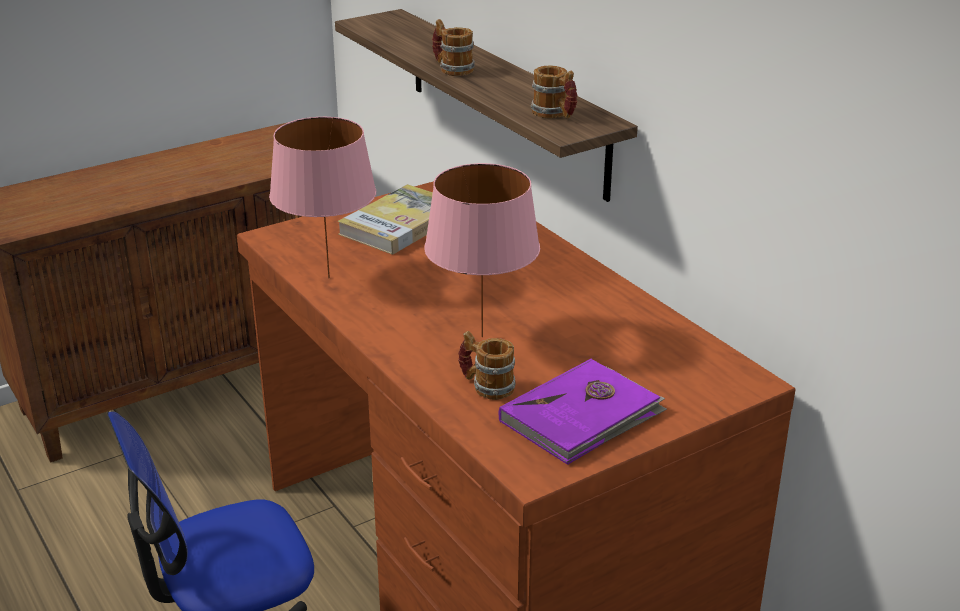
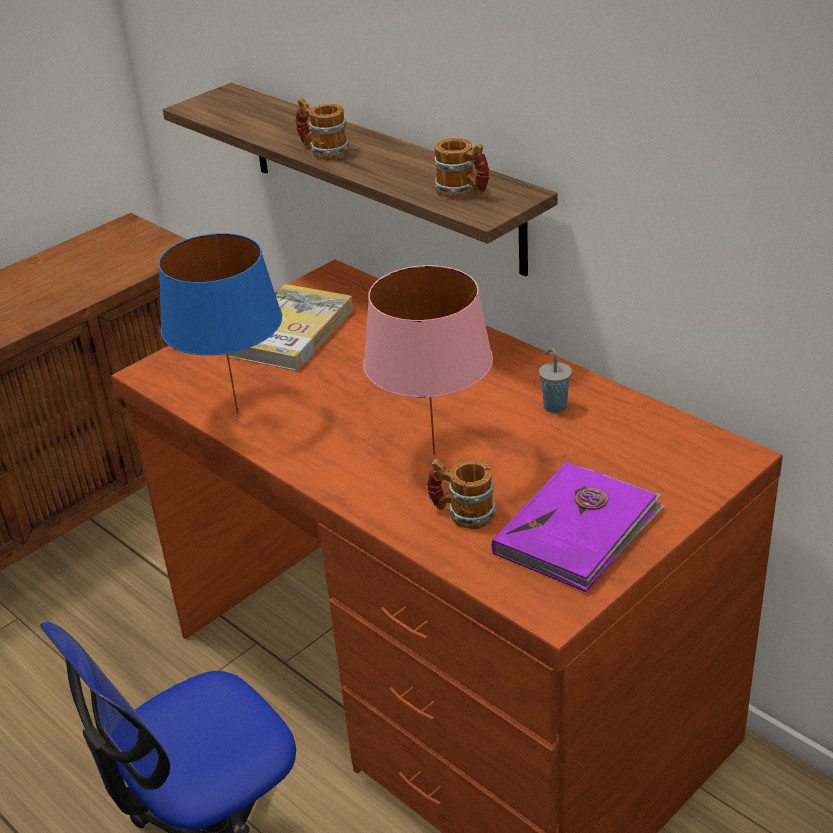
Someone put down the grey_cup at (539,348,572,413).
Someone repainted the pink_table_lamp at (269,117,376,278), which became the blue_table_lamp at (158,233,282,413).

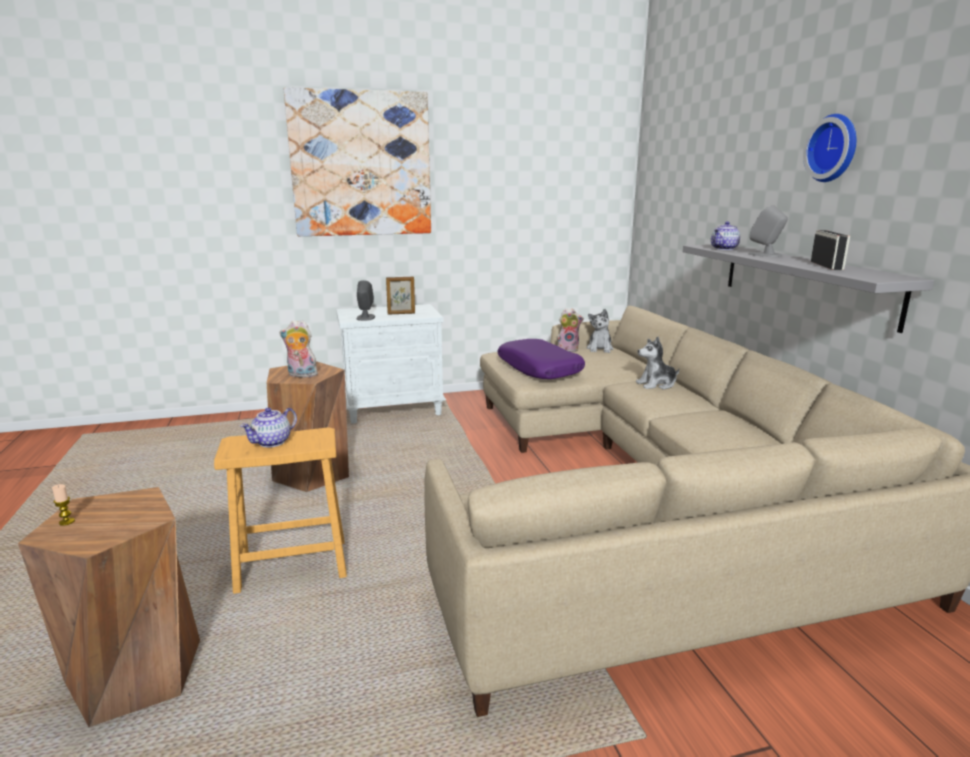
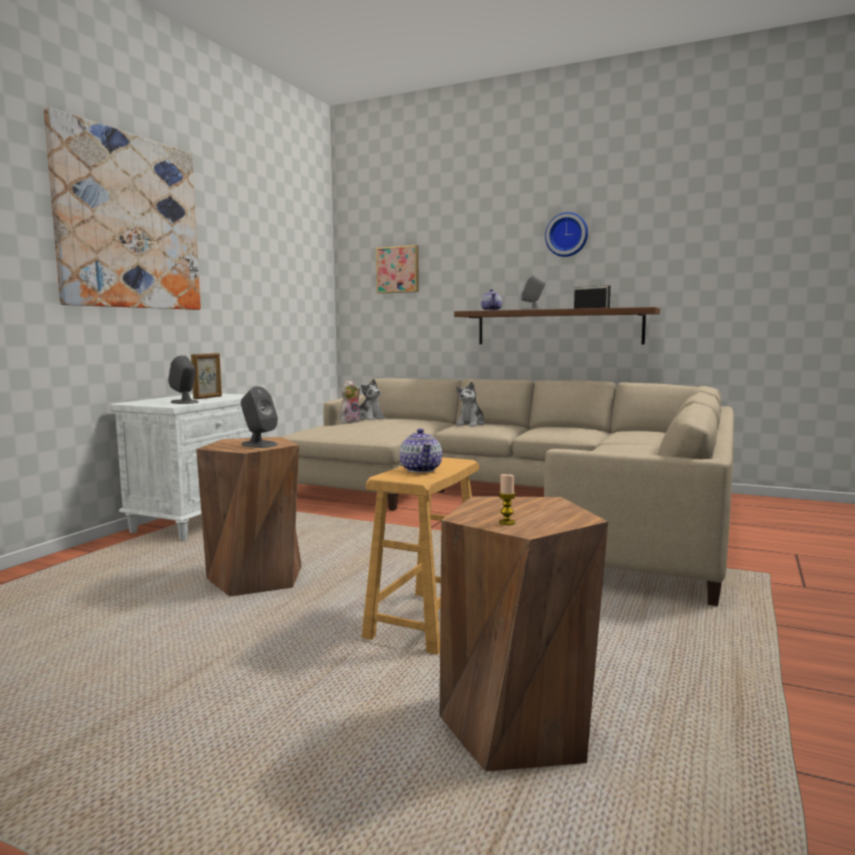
Someone took away the purple_pillow at (497,339,585,379).
Someone put up the picture at (376,245,419,293).
Someone swapped the plush_toy at (280,320,318,378) for the grey_speaker at (241,386,278,448).
Someone repainted the grey_shelf at (683,244,934,333), which became the brown_shelf at (454,307,660,344).

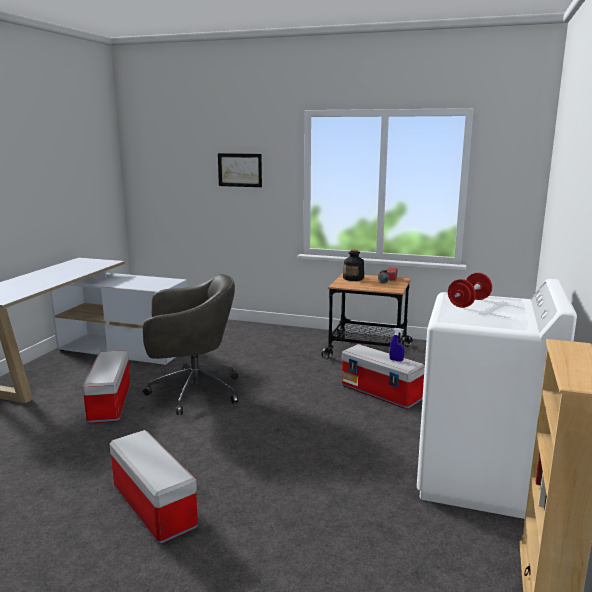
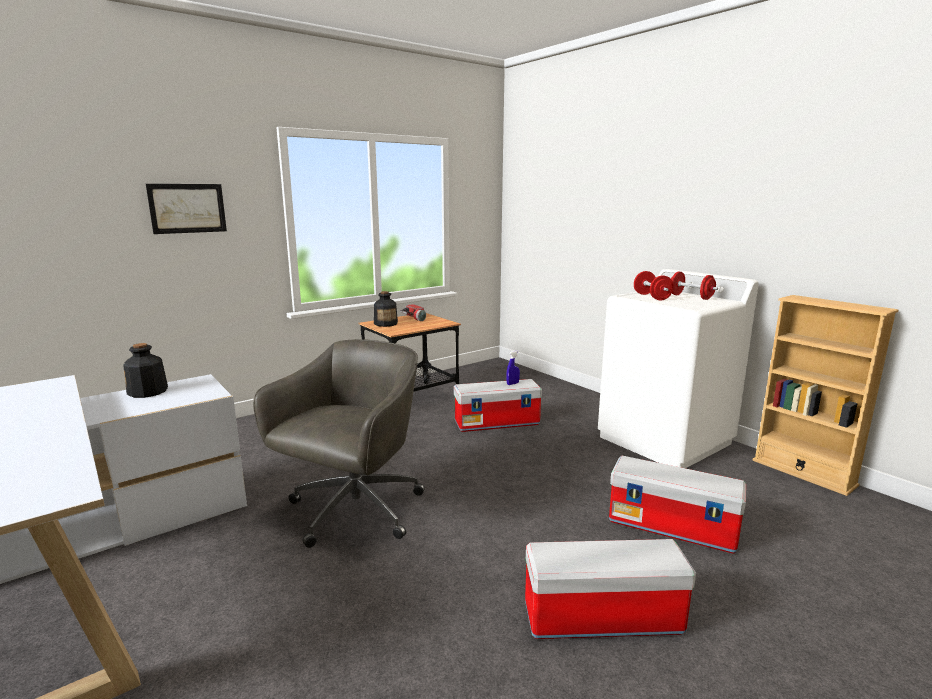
Someone put down the bottle at (123,343,168,398).
Someone put down the red_dumbbell at (671,272,718,300).
Someone carried the storage_box from (82,350,130,423) to (609,456,746,553).

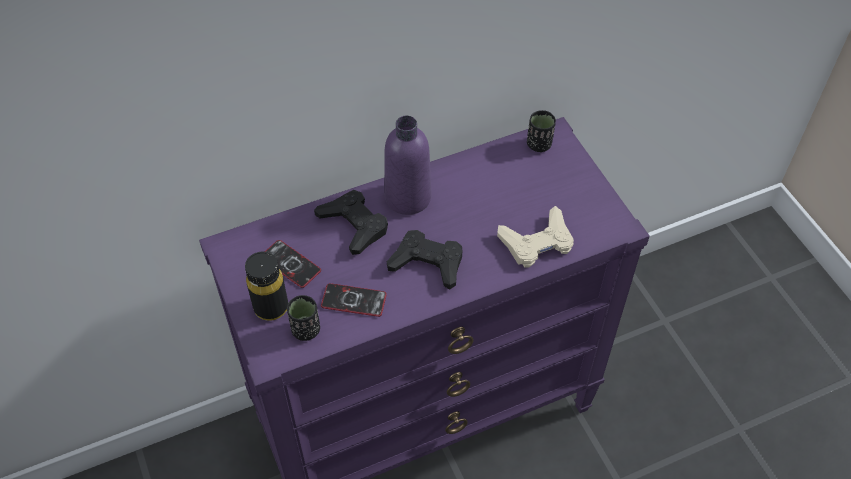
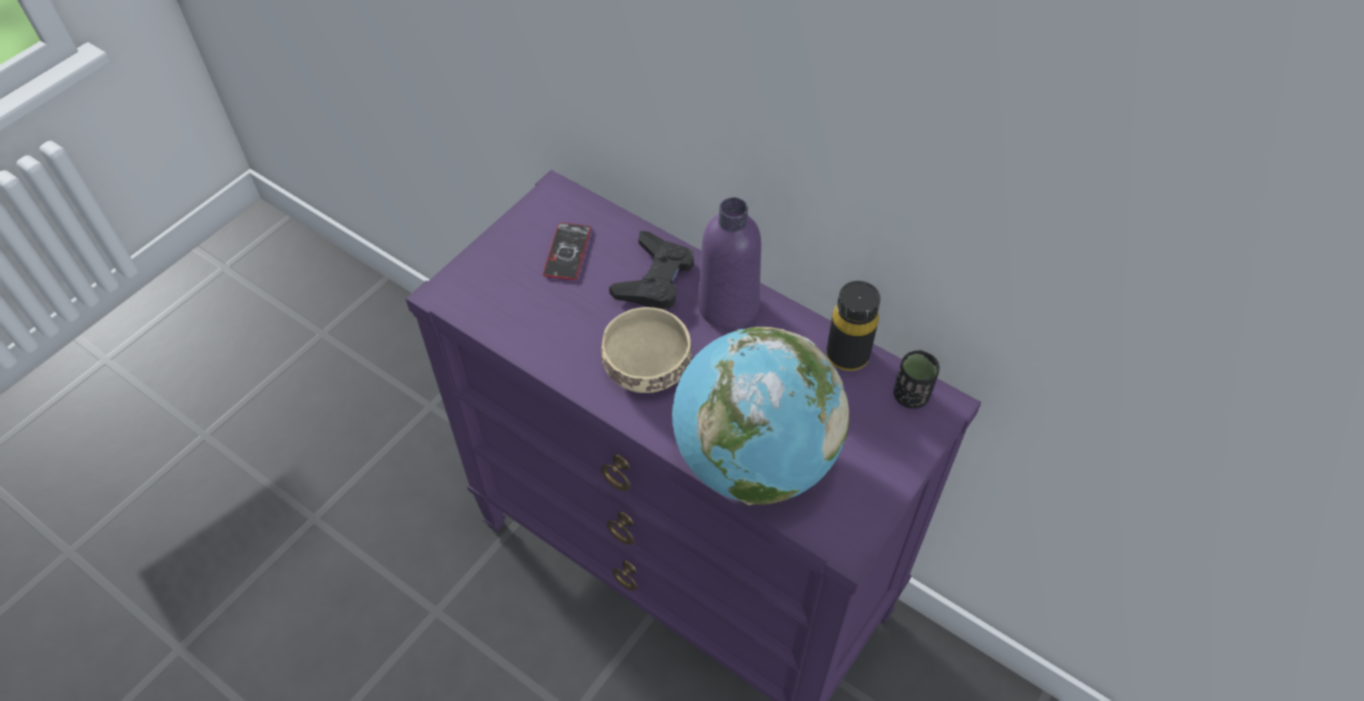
Someone took away the black_cup at (287,295,320,341).
Someone took away the phone at (321,283,387,317).
Someone carried the black_bottle from (245,252,288,321) to (826,281,880,371).
Someone swapped the black_game_controller at (387,230,462,289) for the beige_bowl at (601,307,692,393).
Someone swapped the beige_game_controller at (497,206,574,267) for the globe at (672,327,849,505).

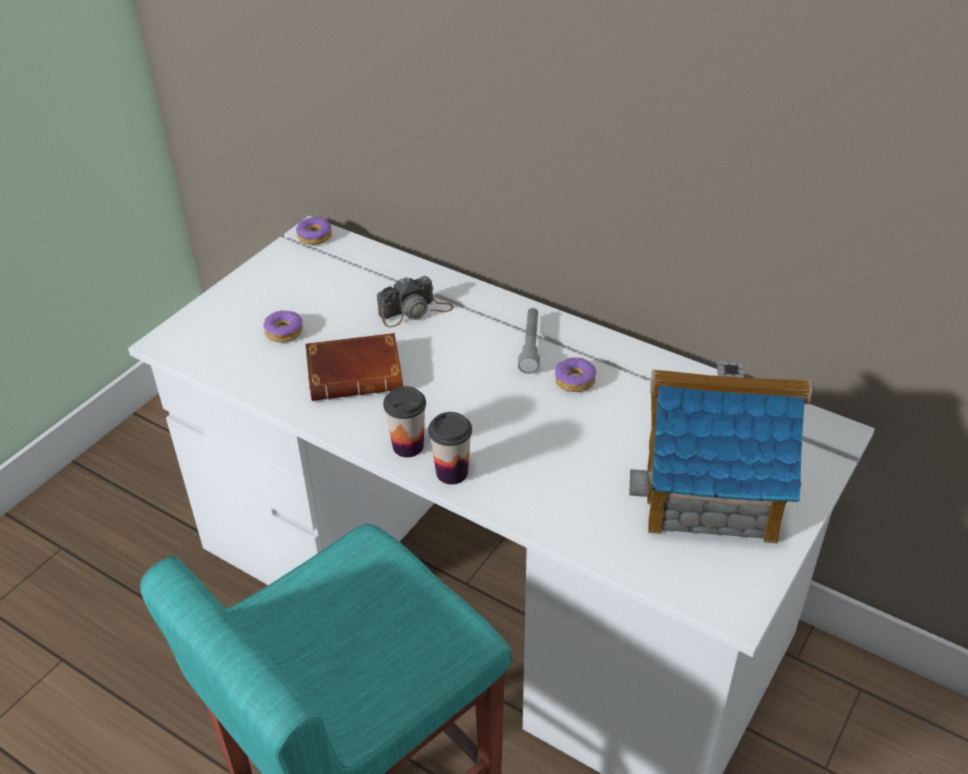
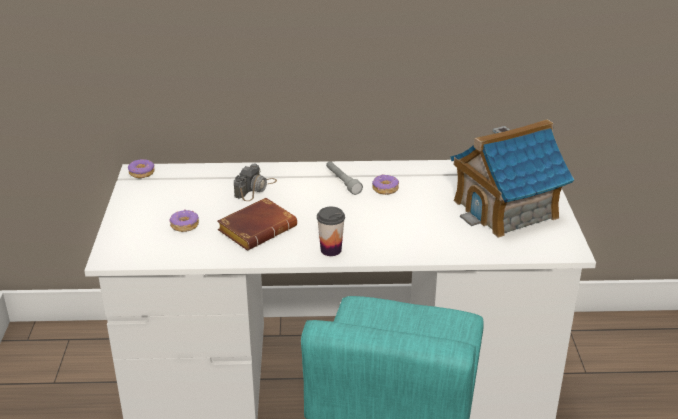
Someone took away the cup at (428,412,472,484).

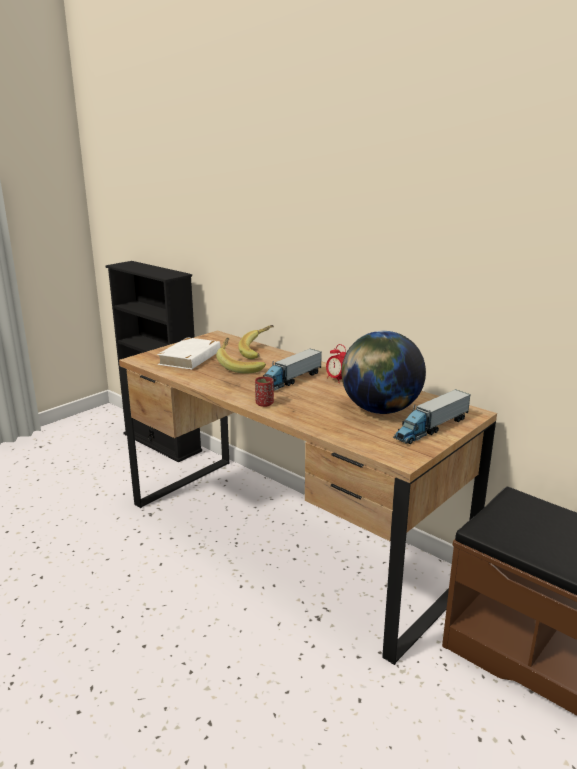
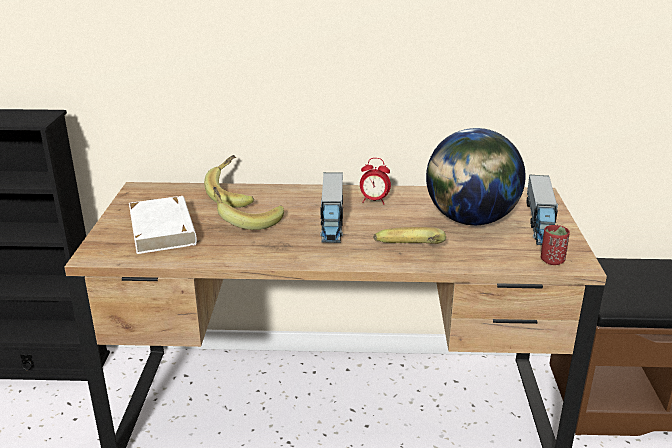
Someone put down the banana at (373,227,446,244).
Someone carried the red_cup from (255,377,274,407) to (541,225,570,265).

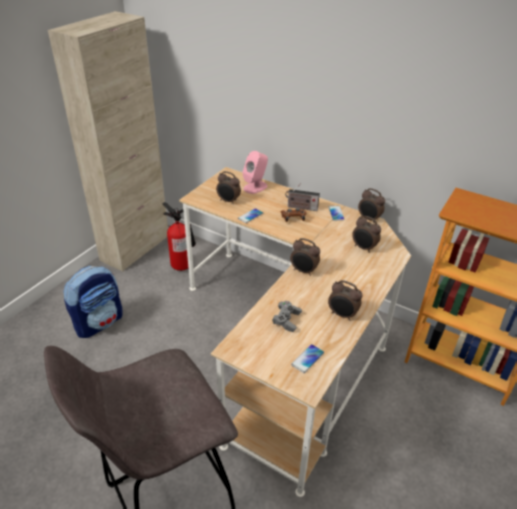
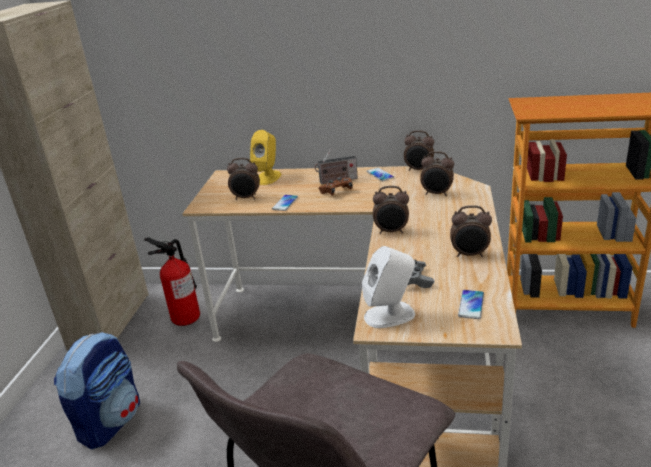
Someone put down the white_speaker at (362,246,415,328).
Someone repainted the pink_speaker at (243,151,268,194), which became the yellow_speaker at (250,130,281,185).

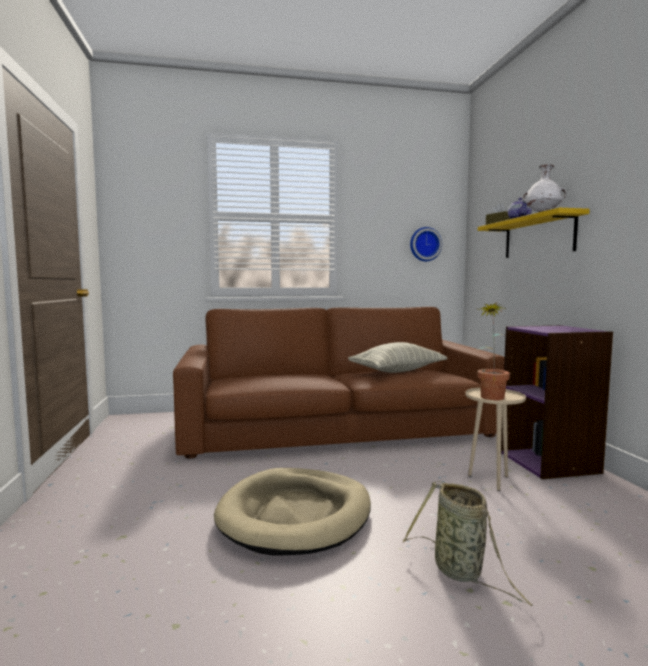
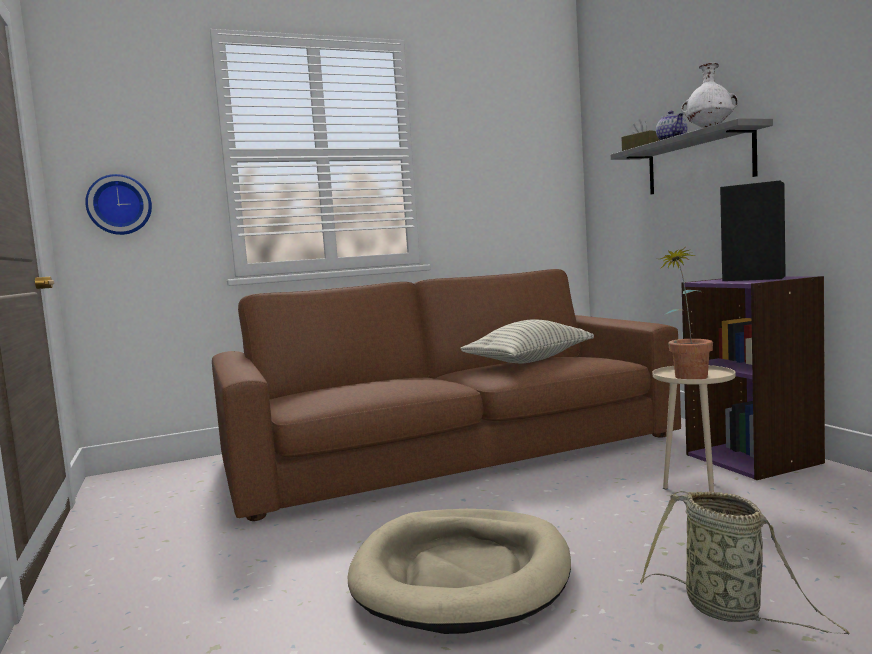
Someone put down the black_speaker at (720,181,786,281).
Someone carried the wall_clock from (410,227,442,261) to (85,174,152,235).
Someone repainted the yellow_shelf at (478,208,590,258), which became the grey_shelf at (611,118,773,194).

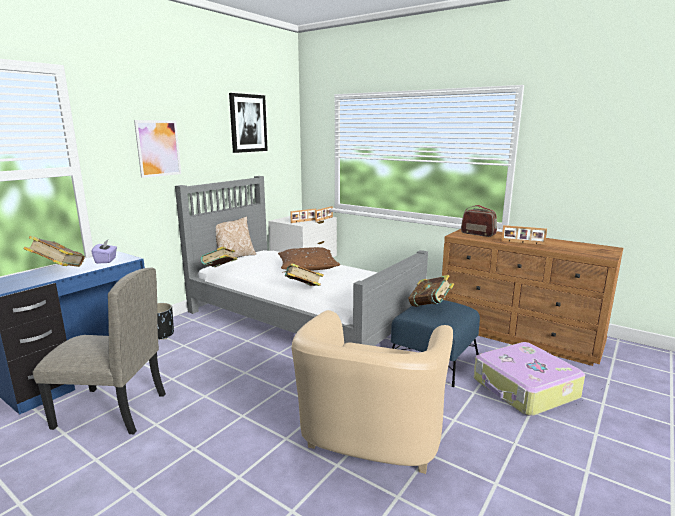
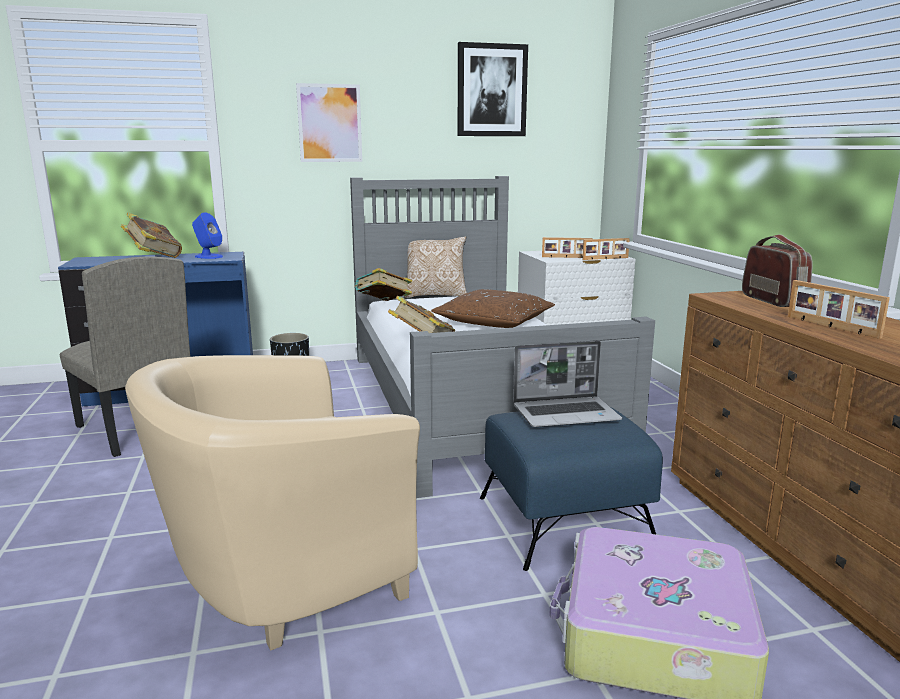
Someone swapped the purple_tissue_box at (91,240,117,264) for the blue_speaker at (192,212,223,259).
Someone swapped the book at (408,275,454,307) for the laptop at (513,341,622,427).

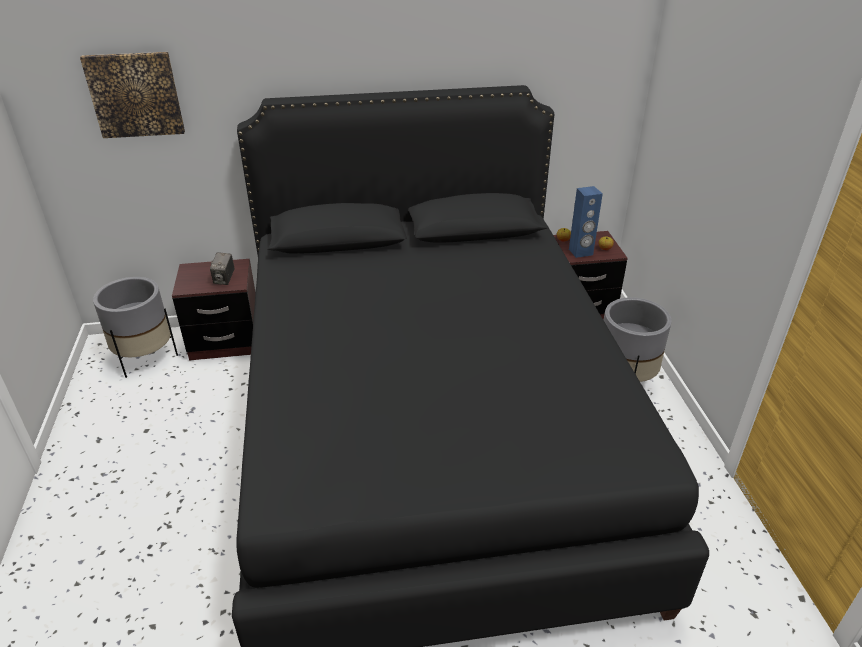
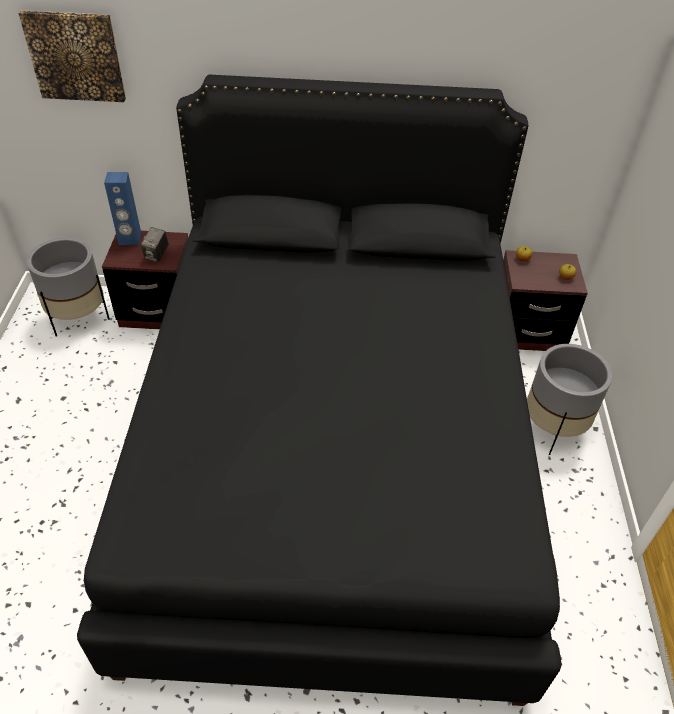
Someone carried the blue_speaker from (569,186,603,258) to (104,172,141,245).

